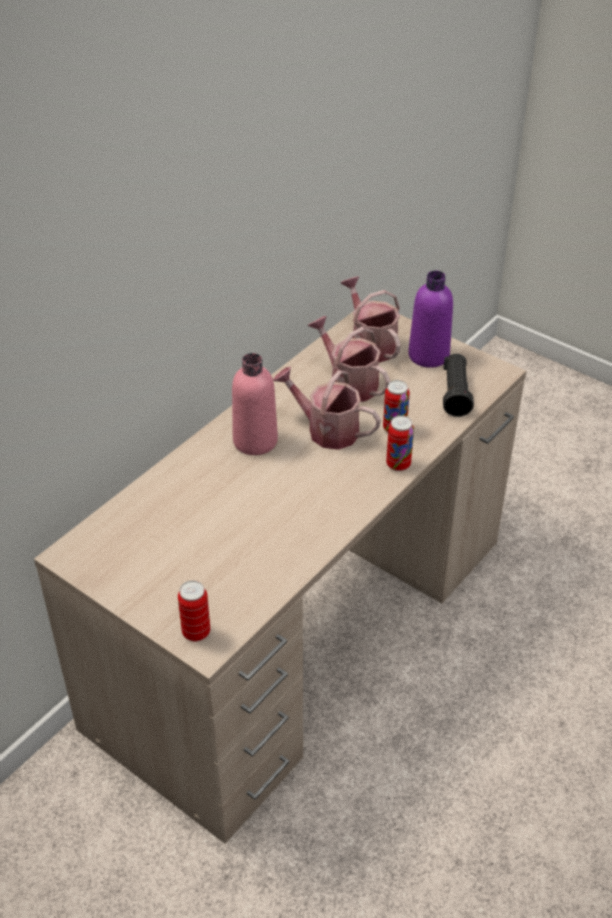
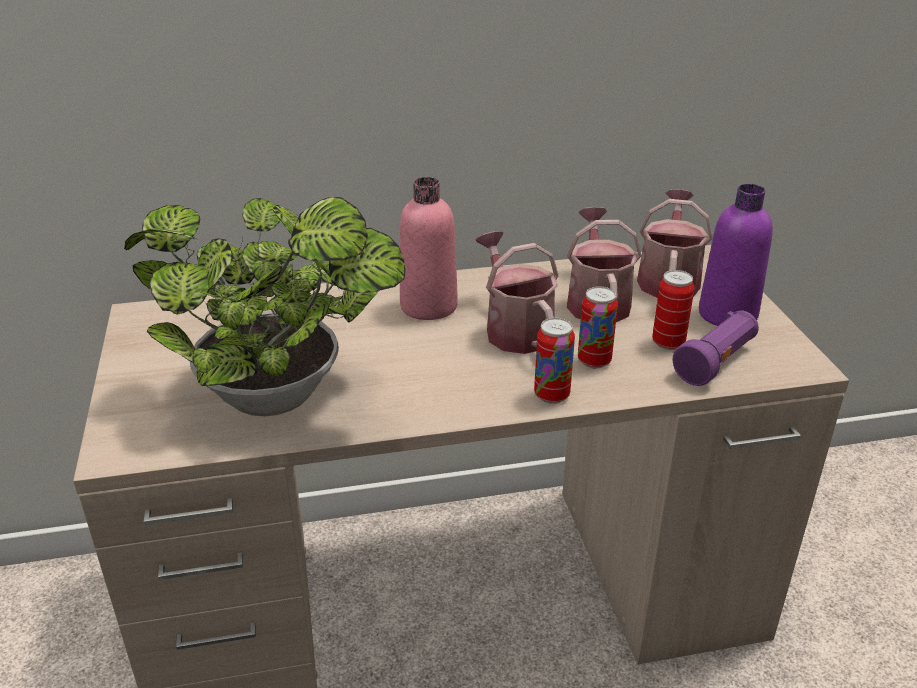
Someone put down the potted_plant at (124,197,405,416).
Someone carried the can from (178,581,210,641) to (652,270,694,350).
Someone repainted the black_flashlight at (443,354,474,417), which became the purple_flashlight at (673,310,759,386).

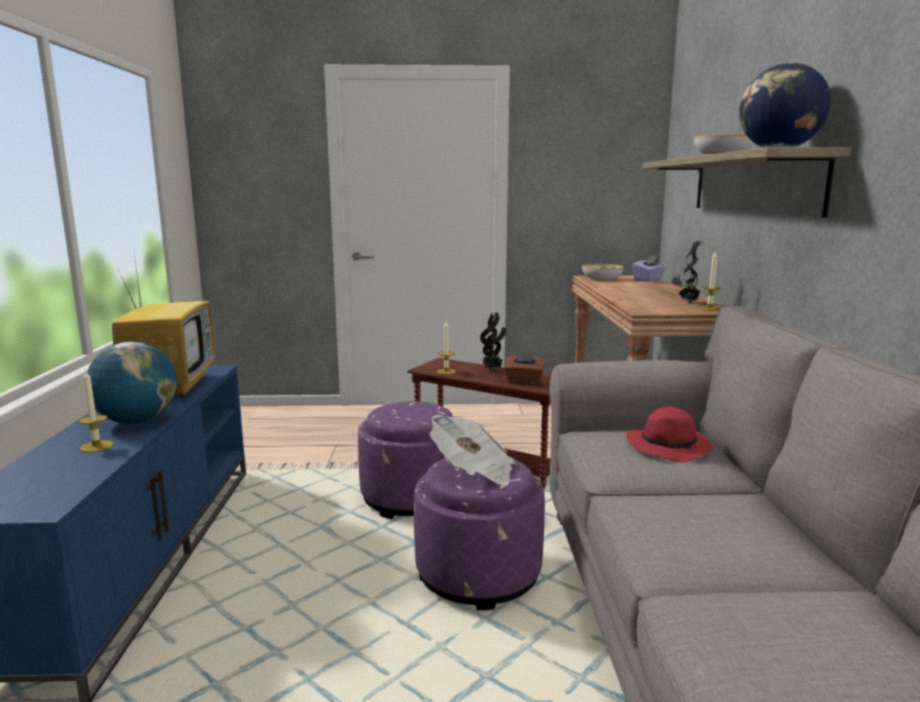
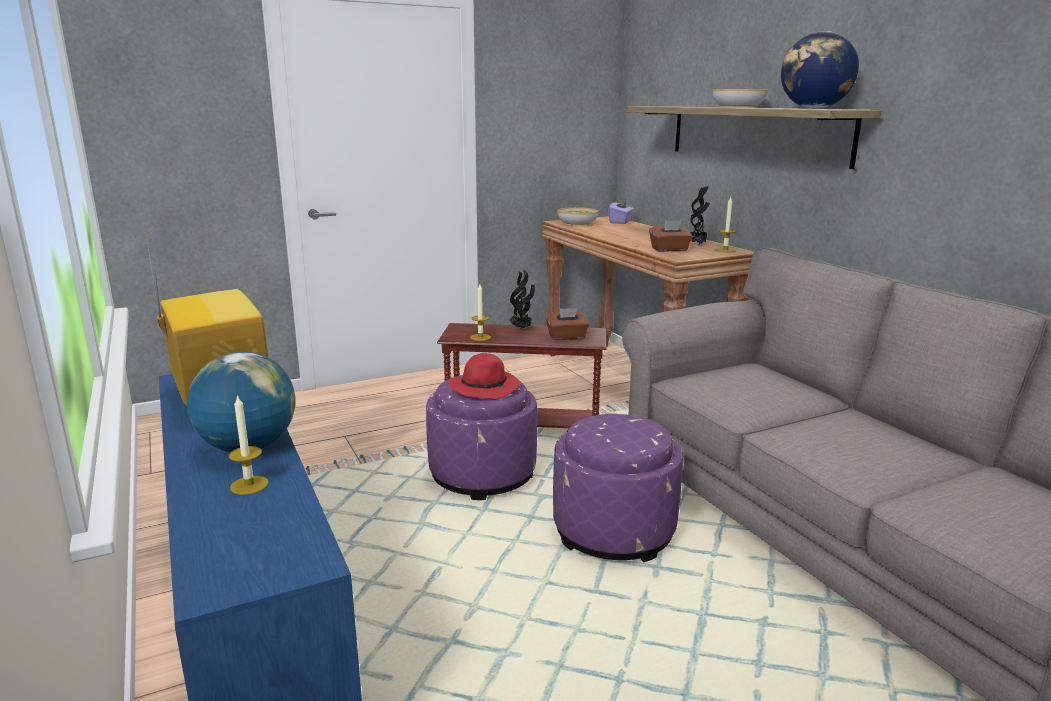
Someone took away the newspaper at (430,415,514,485).
Someone put down the brown_tissue_box at (649,221,693,252).
Someone carried the red_hat from (626,407,713,462) to (449,353,520,399).

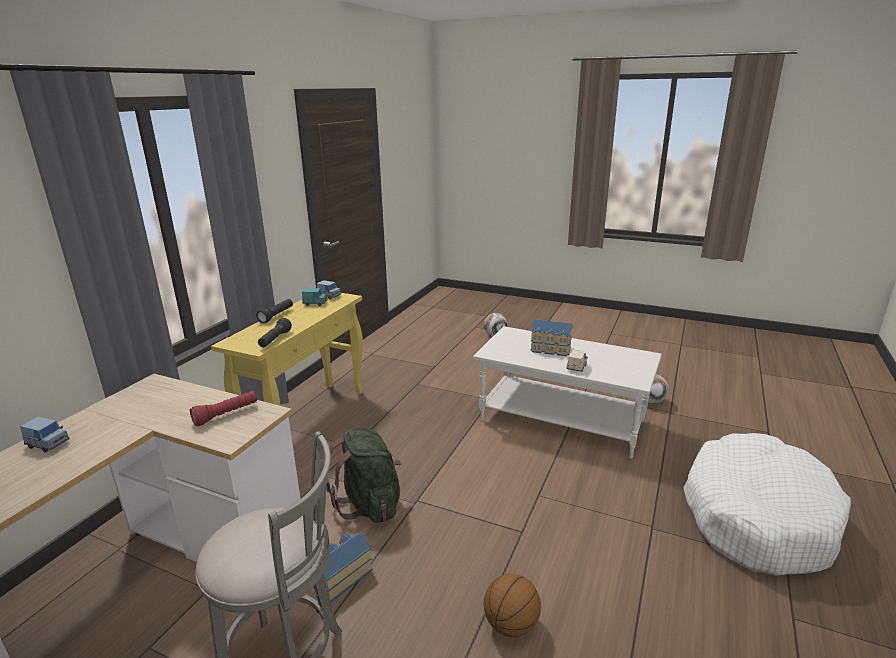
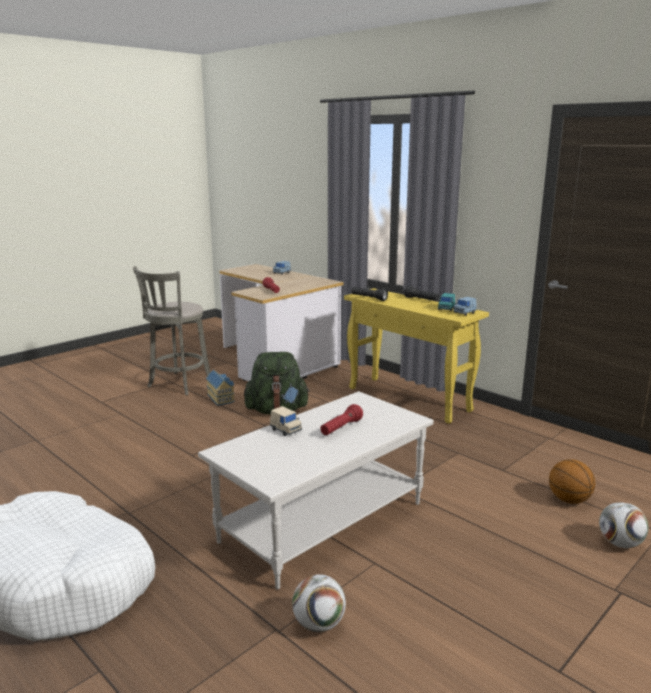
Someone carried the basketball from (484,574,541,637) to (549,459,595,504).
Someone swapped the toy_house at (530,319,573,356) for the red_flashlight at (320,404,363,435).

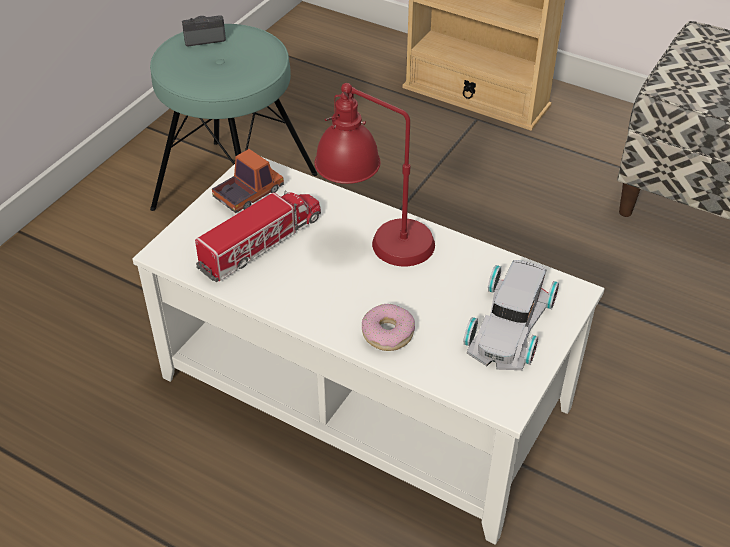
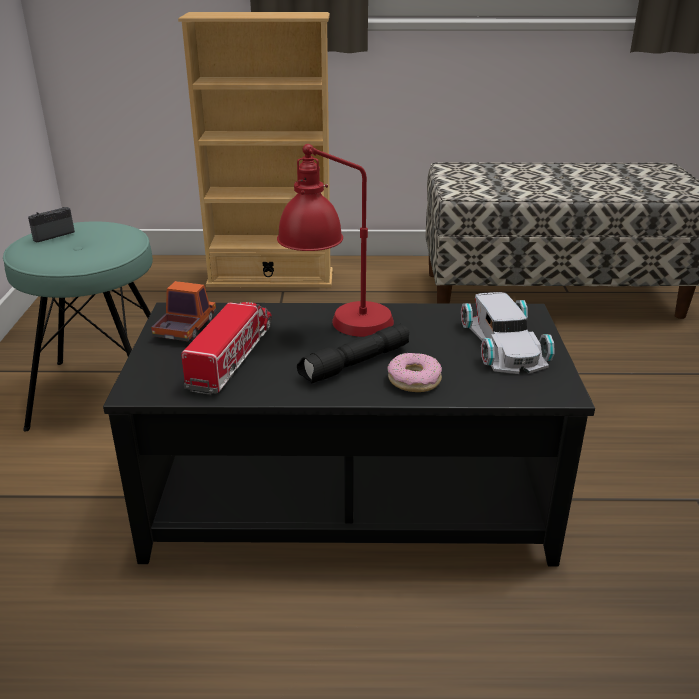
Someone put down the black_flashlight at (297,324,409,383).
Someone repainted the white_coffee_table at (132,157,605,545), which became the black_coffee_table at (103,303,595,567).

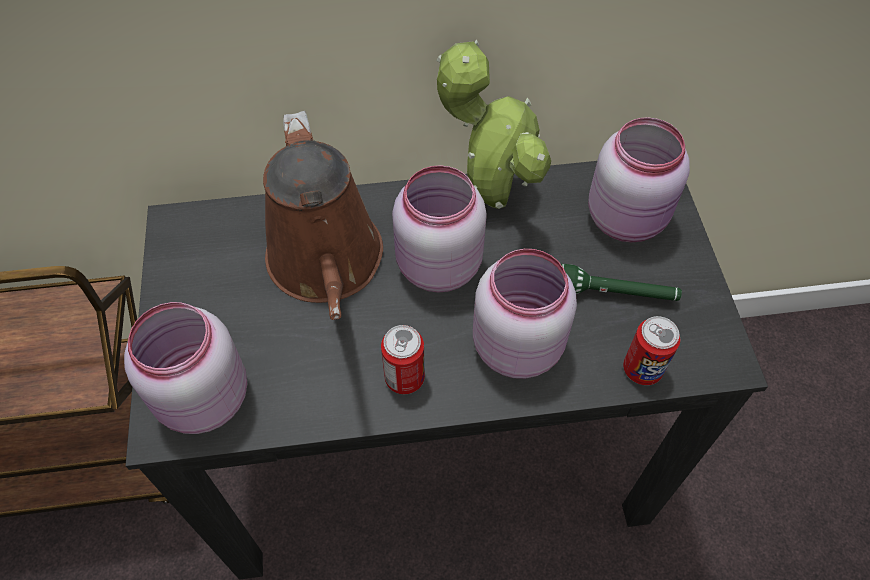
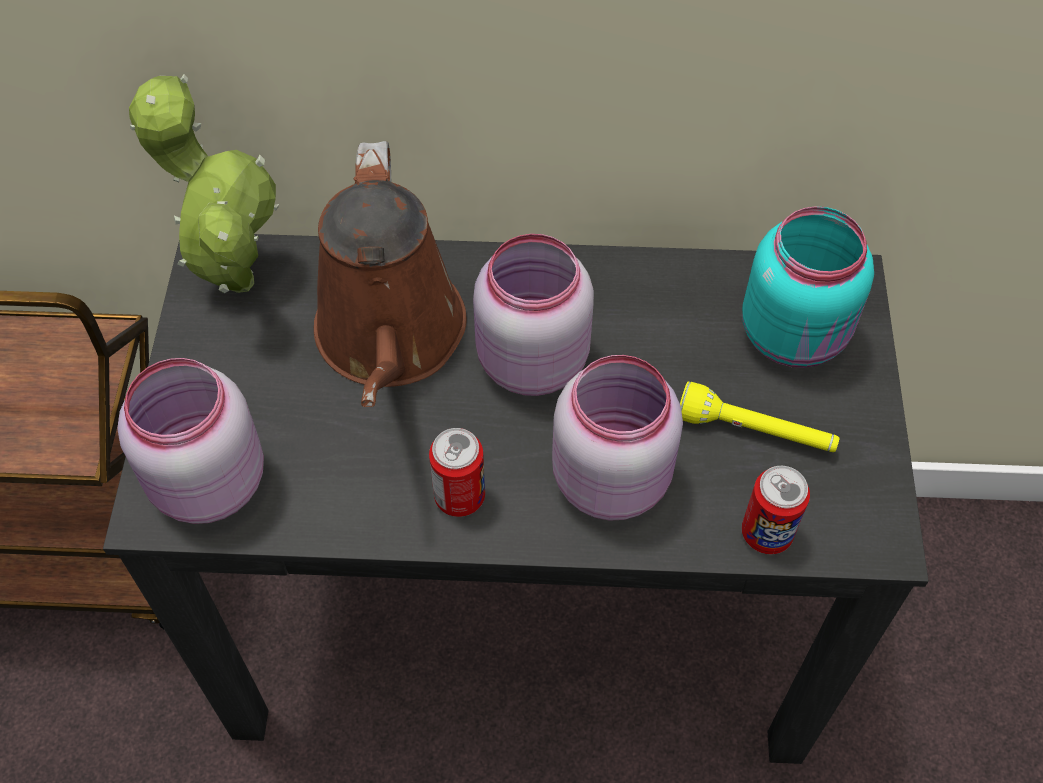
Someone carried the potted_plant from (436,39,551,209) to (129,74,279,293).
Someone repainted the green_flashlight at (561,264,682,301), which became the yellow_flashlight at (680,381,840,452).
Someone repainted the pink_jar at (588,117,690,242), which became the turquoise_jar at (742,206,874,368).

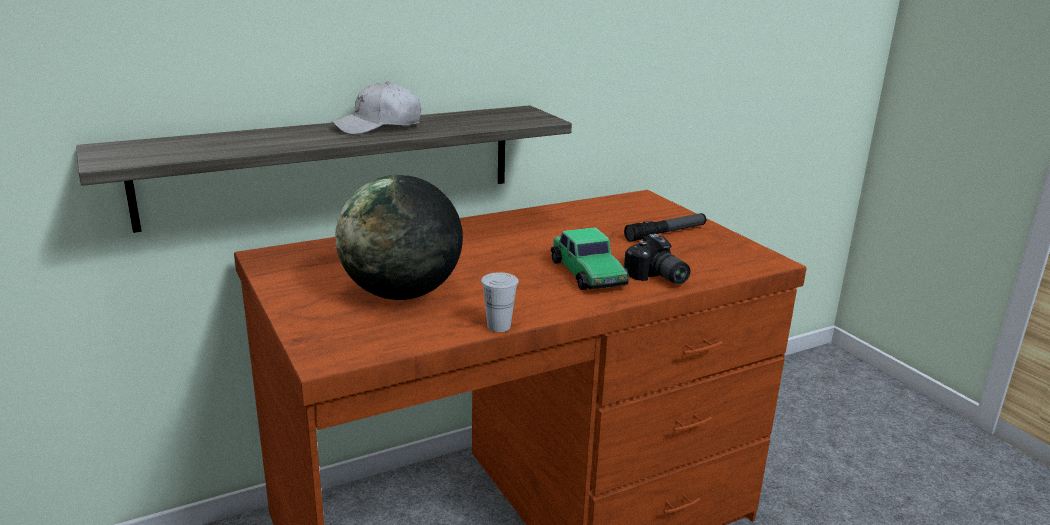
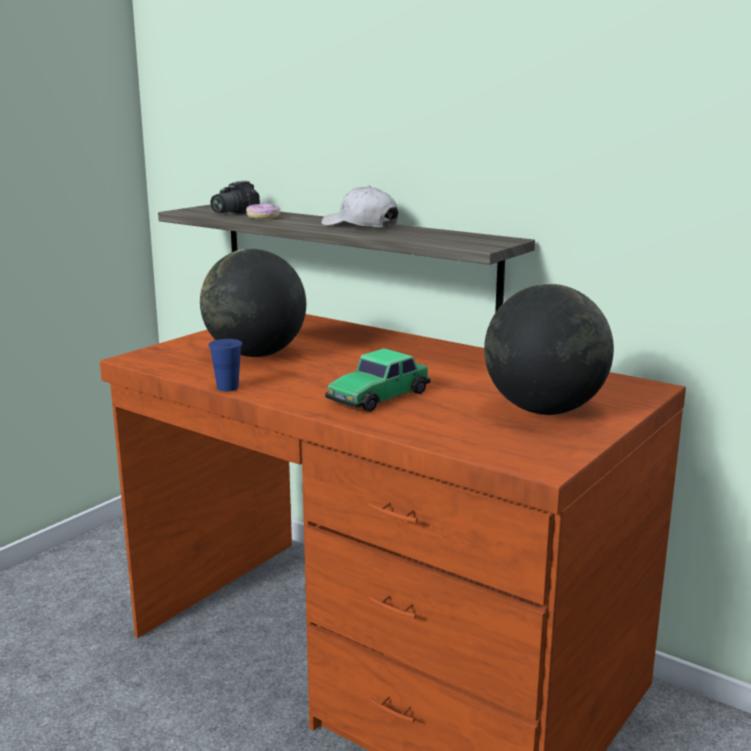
Someone put down the donut at (246,203,280,219).
Someone carried the photo_camera from (624,234,691,284) to (211,181,260,214).
Someone swapped the flashlight at (624,213,706,242) for the globe at (484,283,614,415).
Someone repainted the white_cup at (481,272,519,332), which became the blue_cup at (208,339,242,391).

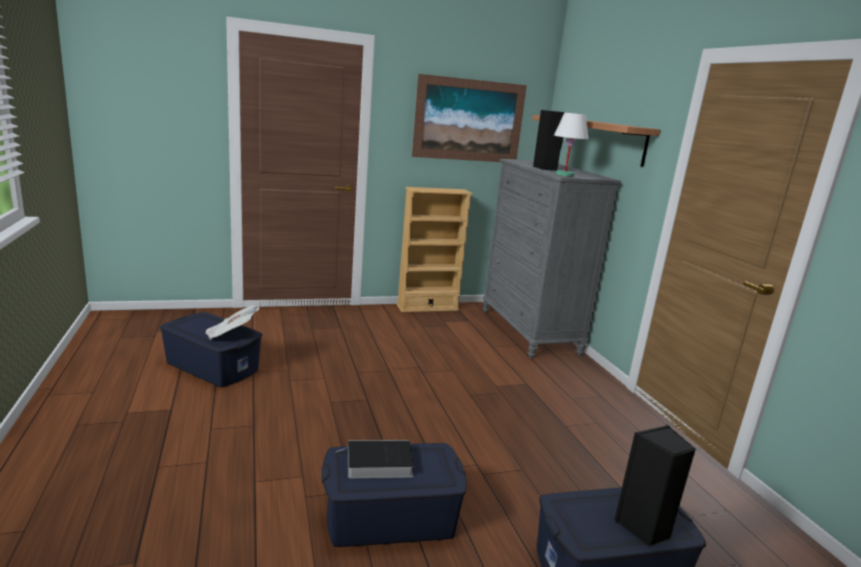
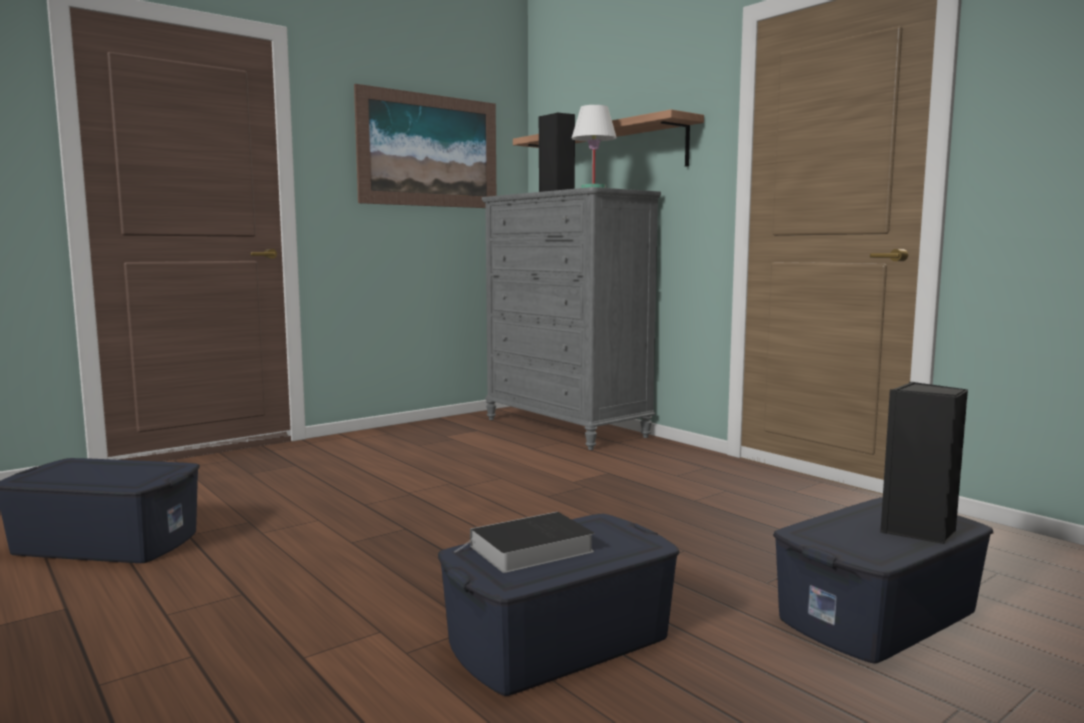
Someone took away the newspaper at (205,305,259,340).
Someone took away the beige_bookcase at (396,187,473,312).

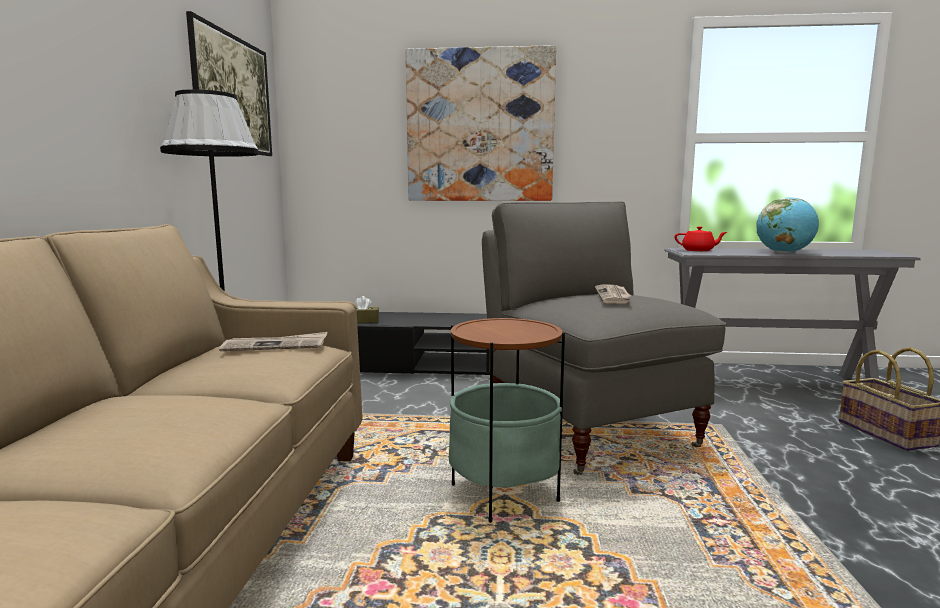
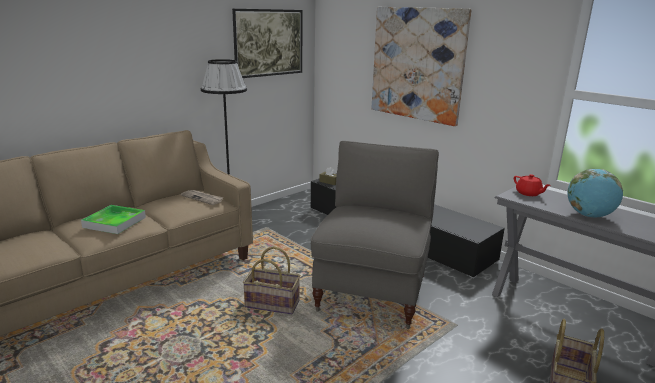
Someone took away the newspaper at (595,284,631,304).
Someone put down the tray at (81,205,146,234).
Someone swapped the side_table at (449,317,565,523) for the basket at (243,246,301,314).

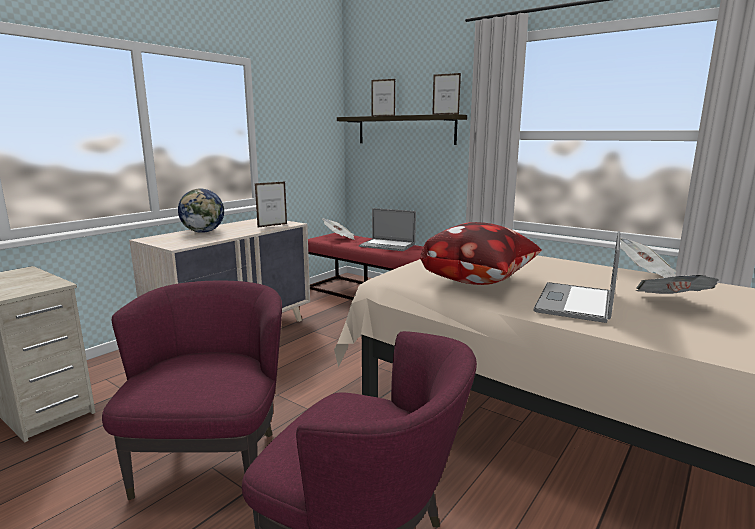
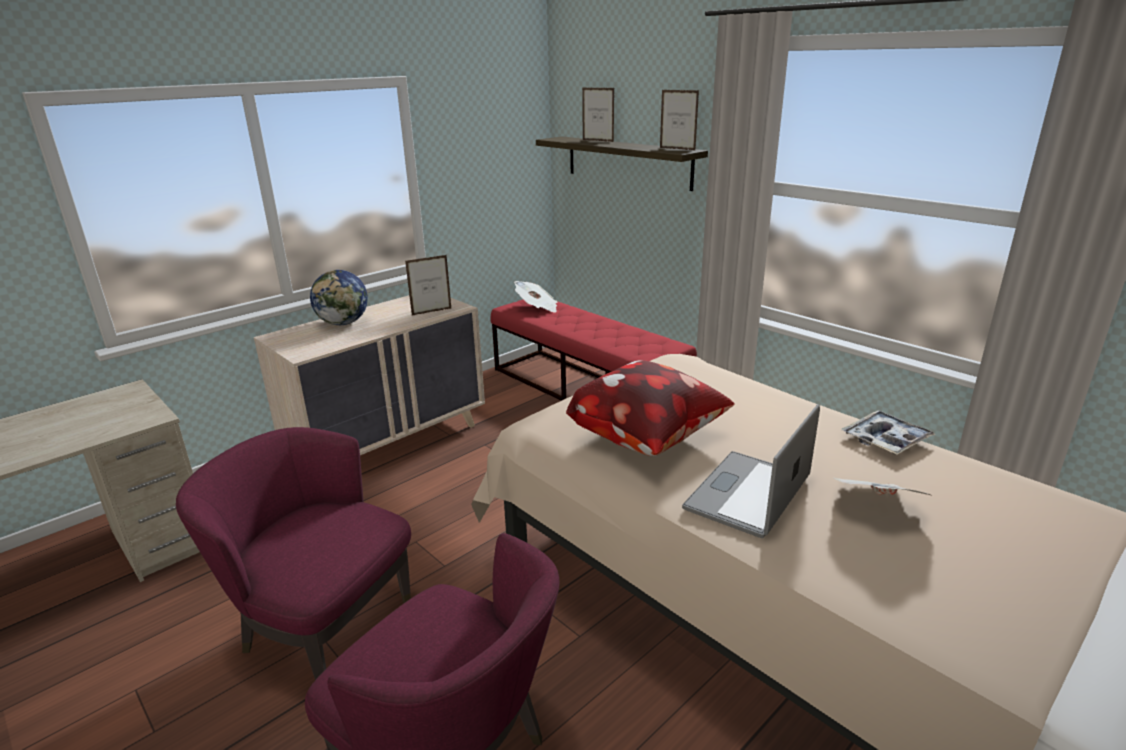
Someone took away the laptop at (359,208,416,251).
Someone swapped the newspaper at (620,237,677,278) for the tray at (842,411,935,455).
Someone rotated the purple_armchair at (102,281,282,500) by 75 degrees counterclockwise.

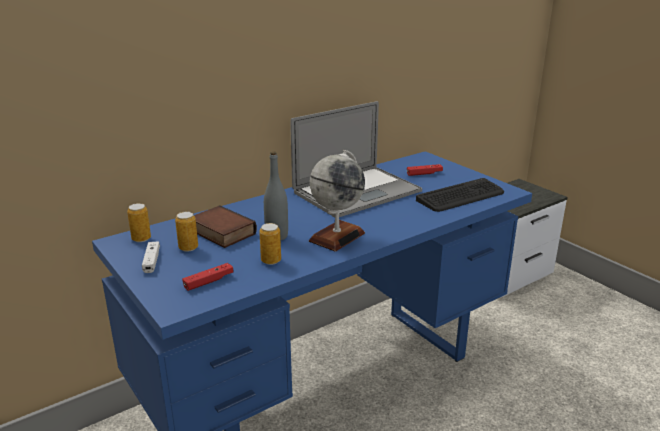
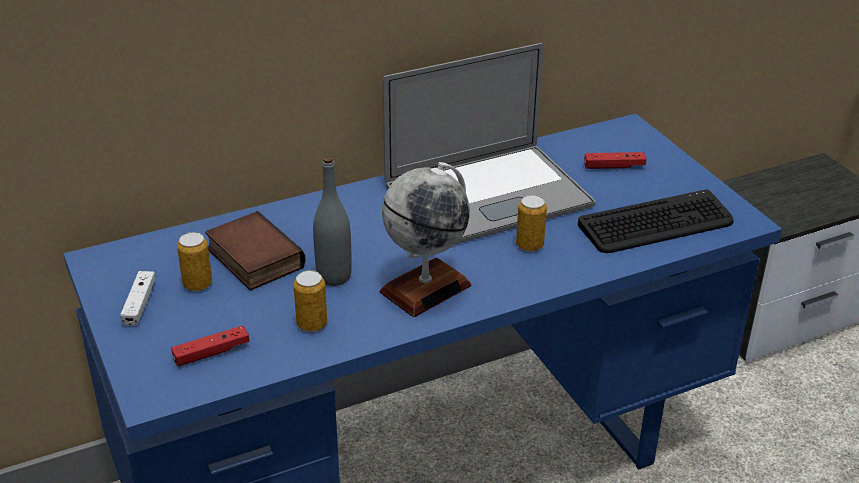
Someone carried the can from (127,203,151,242) to (516,195,547,252).

